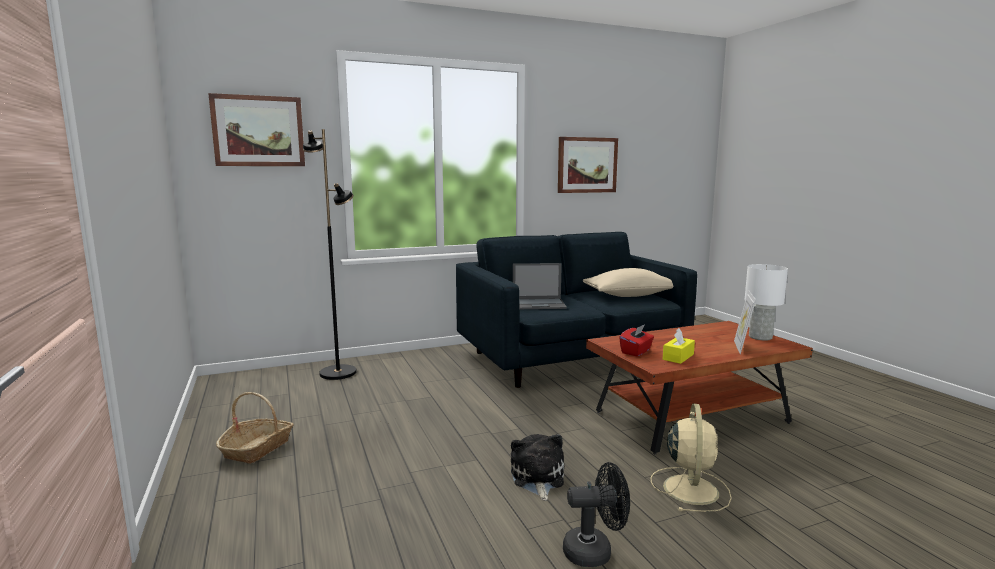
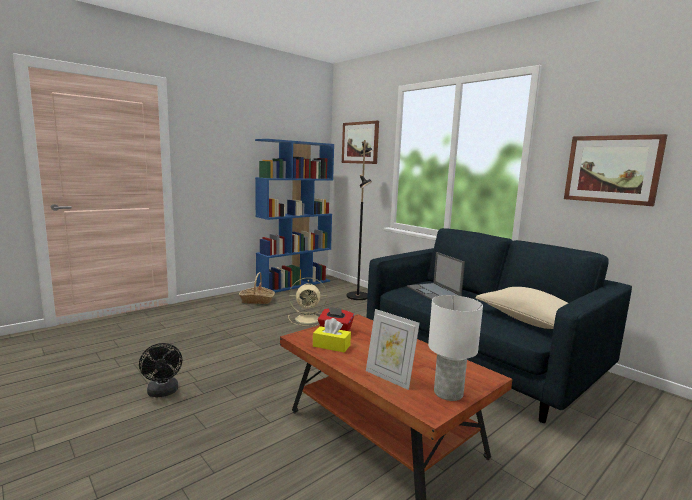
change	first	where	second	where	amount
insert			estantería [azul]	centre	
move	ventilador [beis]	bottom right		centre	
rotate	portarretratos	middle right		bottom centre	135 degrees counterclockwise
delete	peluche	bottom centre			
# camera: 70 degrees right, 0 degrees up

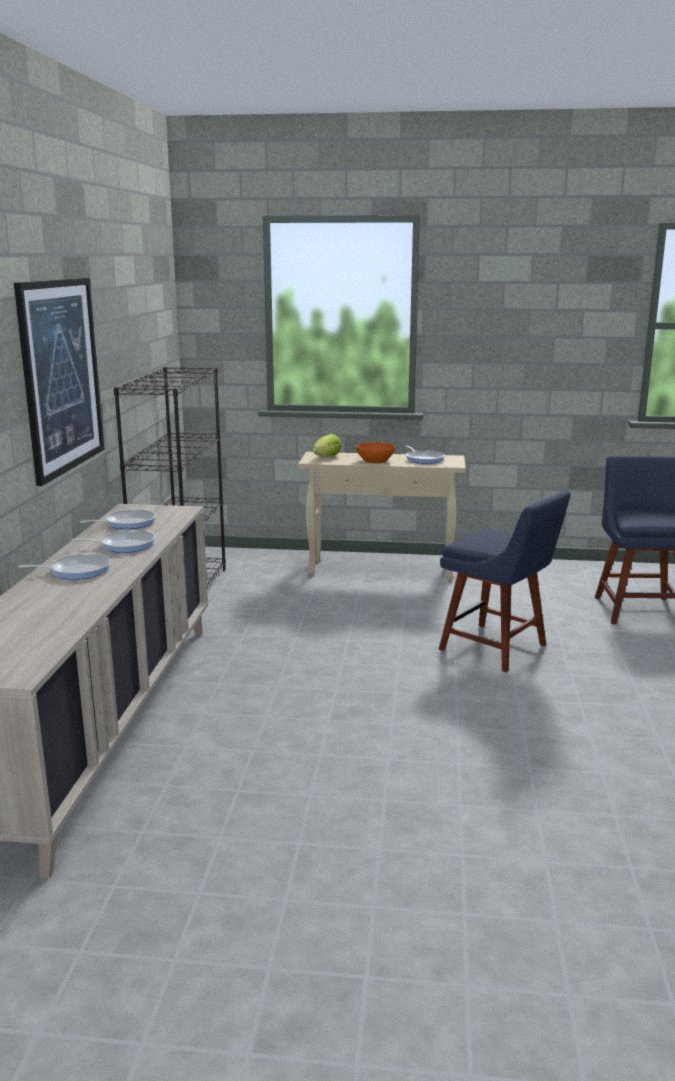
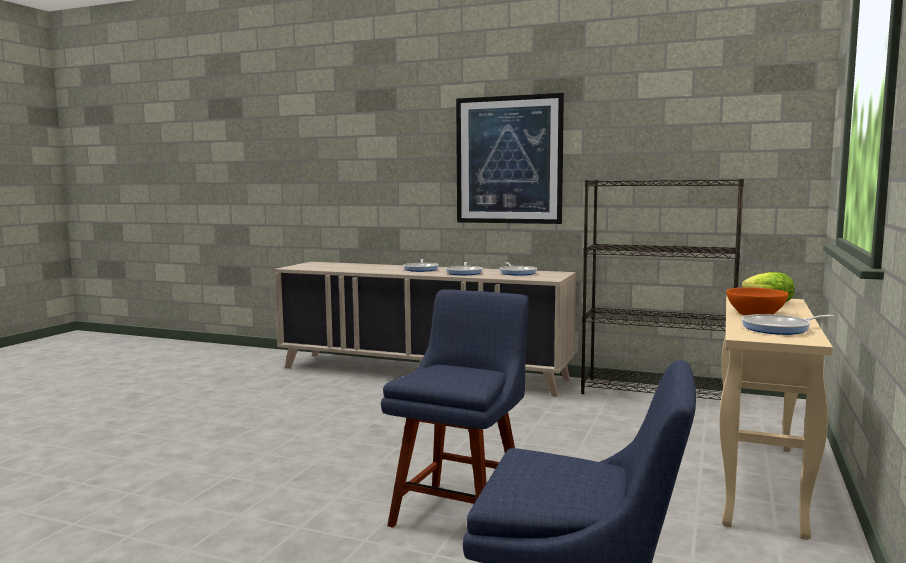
change	first	where	second	where	amount
rotate	silla [azul] (1st from left)	middle right		bottom centre	150 degrees clockwise
# camera: 105 degrees right, 10 degrees down

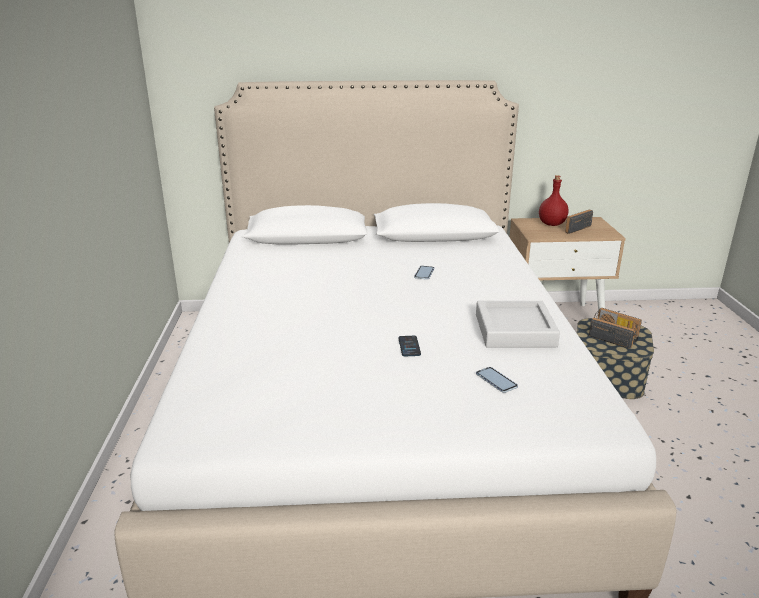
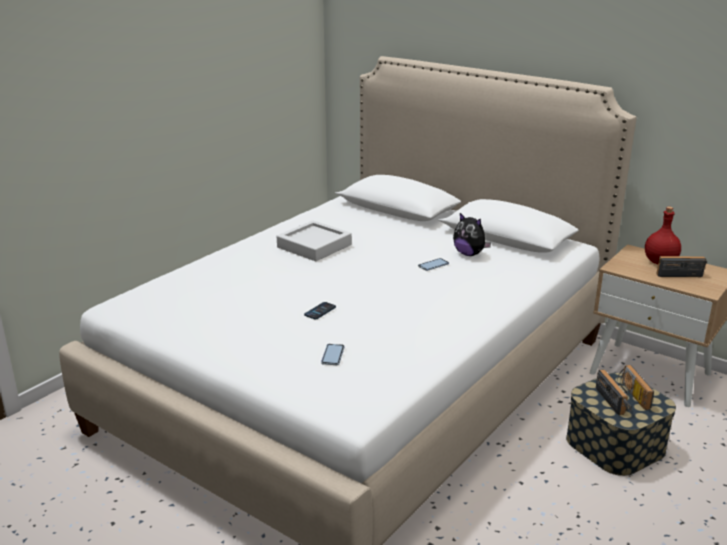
change	first	where	second	where	amount
move	bandeja [gris]	middle right		centre	
insert			peluche	centre	
# camera: 40 degrees right, 0 degrees up

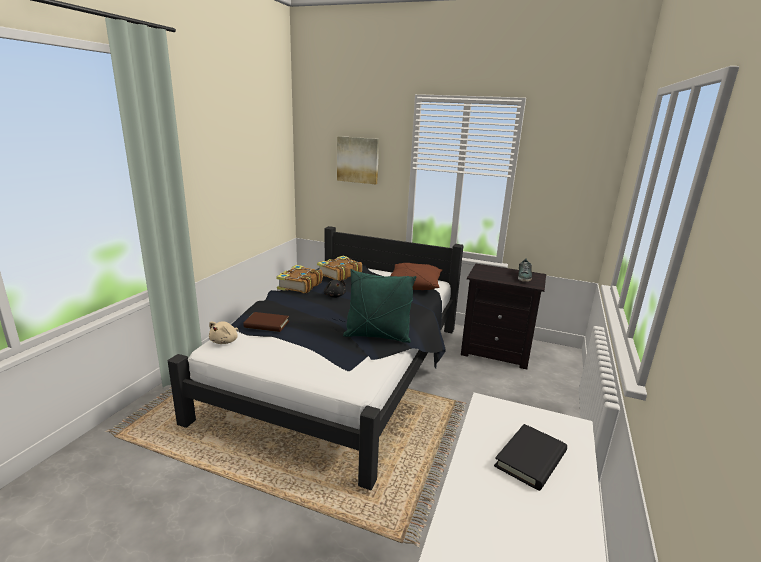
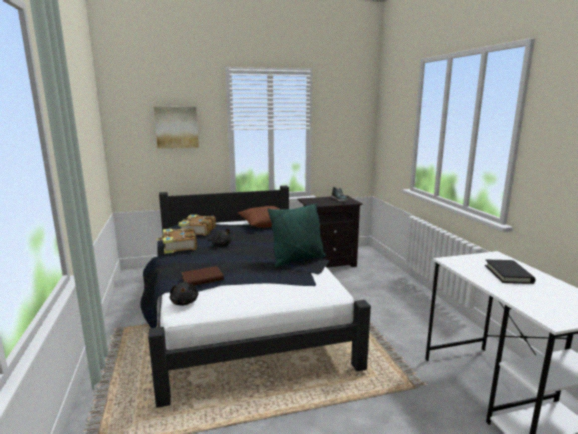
change	first	where	second	where	amount
recolor	peluche [beis]	middle left	peluche [negro] (1st from left)	bottom left	
# camera: 35 degrees left, 5 degrees down

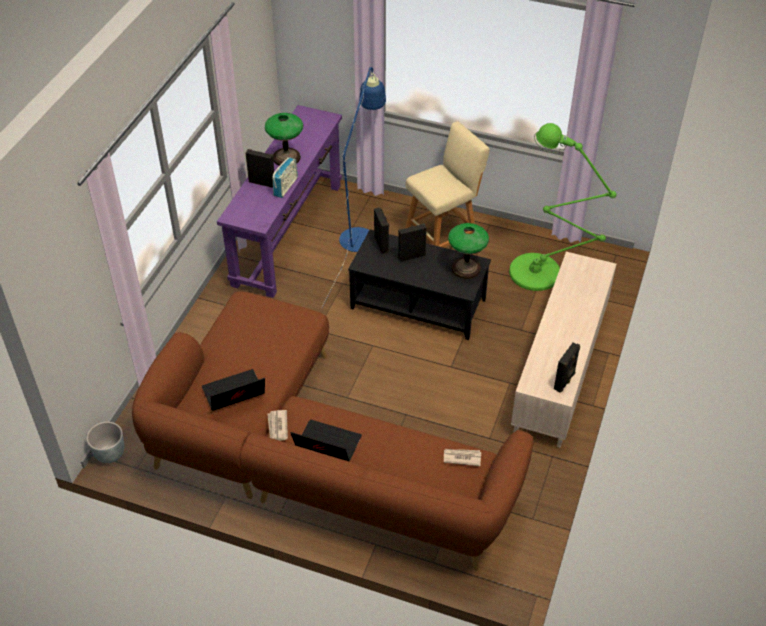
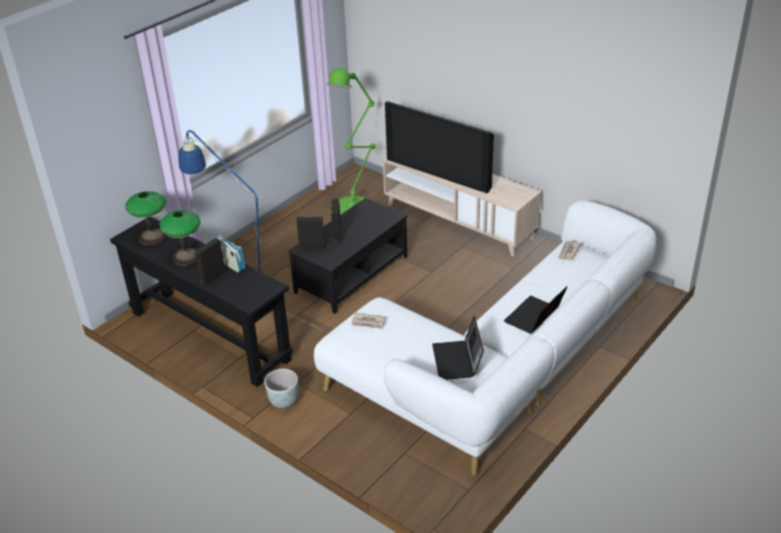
change	first	where	second	where	amount
recolor	mesa consola [morado]	top centre	mesa consola [negro]	middle left	
move	lámpara de mesa (2nd from left in the first image)	centre	lámpara de mesa (1st from left)	middle left	
move	maceta [gris]	bottom left		bottom centre	
recolor	sofá [marrón]	bottom centre	sofá [blanco]	centre	
move	periódico (1st from left)	bottom centre		centre	
insert			televisor	top centre	
delete	taburete [beis]	top centre			
delete	altavoz [negro] (4th from left)	middle right			
# camera: 70 degrees left, 10 degrees down

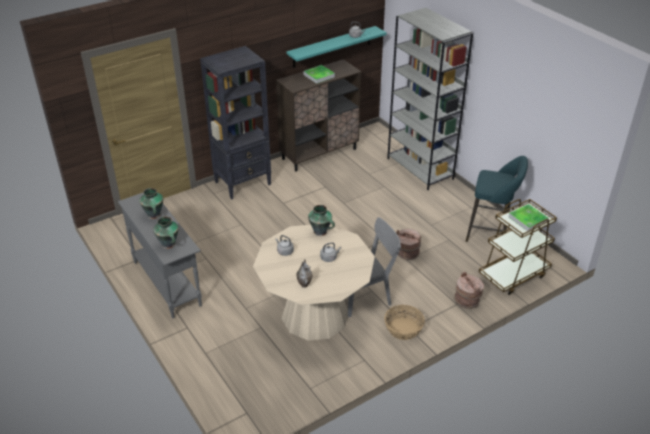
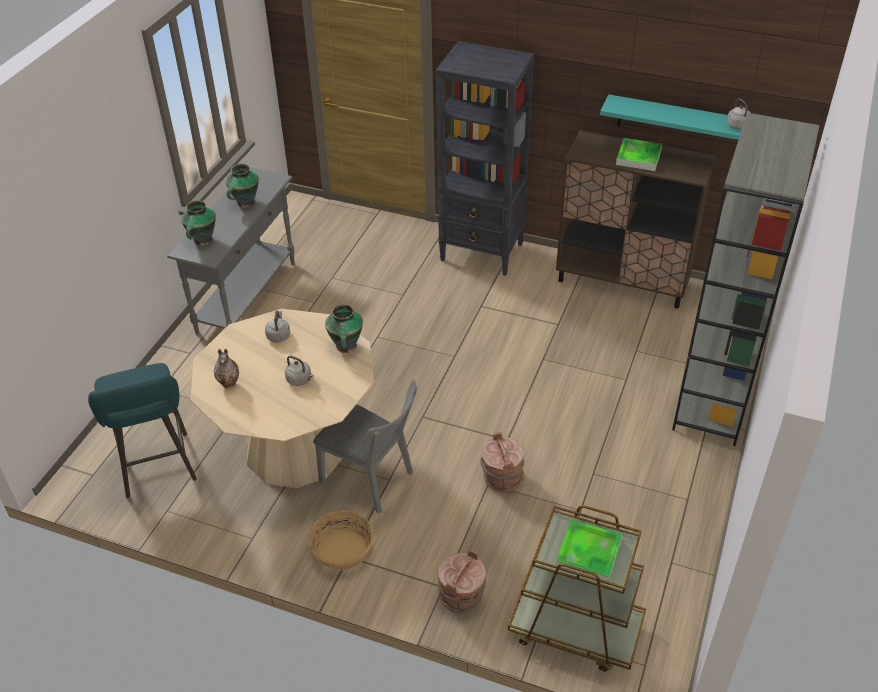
change	first	where	second	where	amount
move	taburete [turquesa]	middle right		middle left	
# camera: 55 degrees right, 5 degrees up

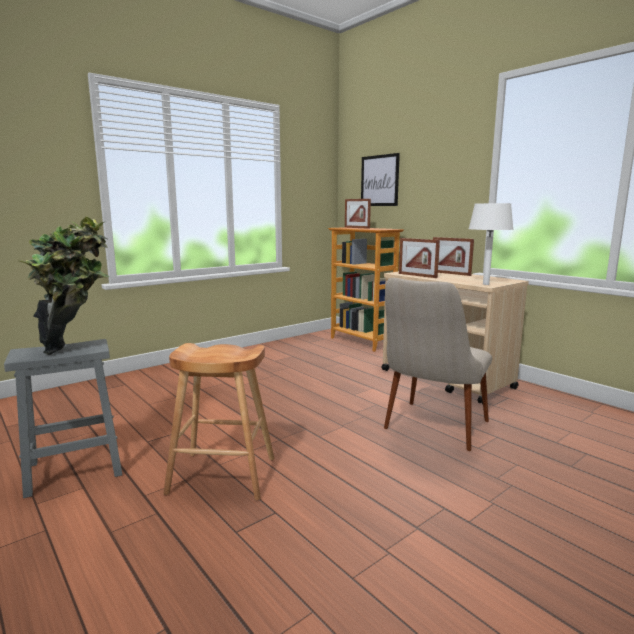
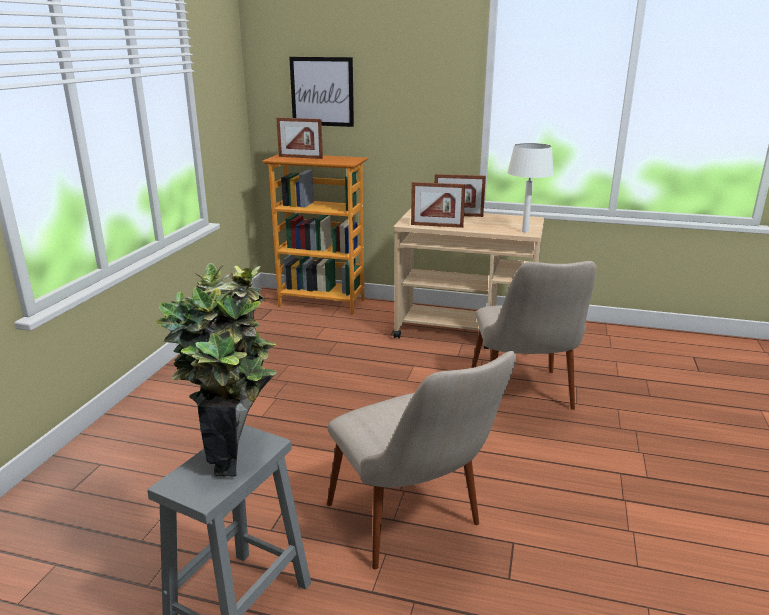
change	first	where	second	where	amount
replace	taburete [marrón]	centre	silla [beis] (1st from left)	bottom centre	
# camera: 35 degrees left, 10 degrees up

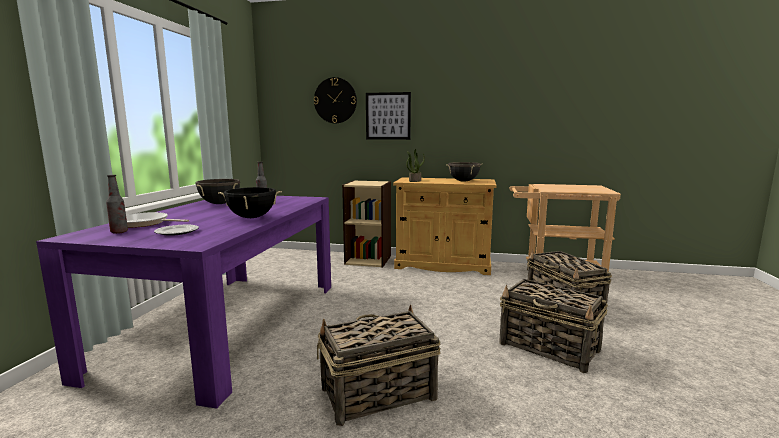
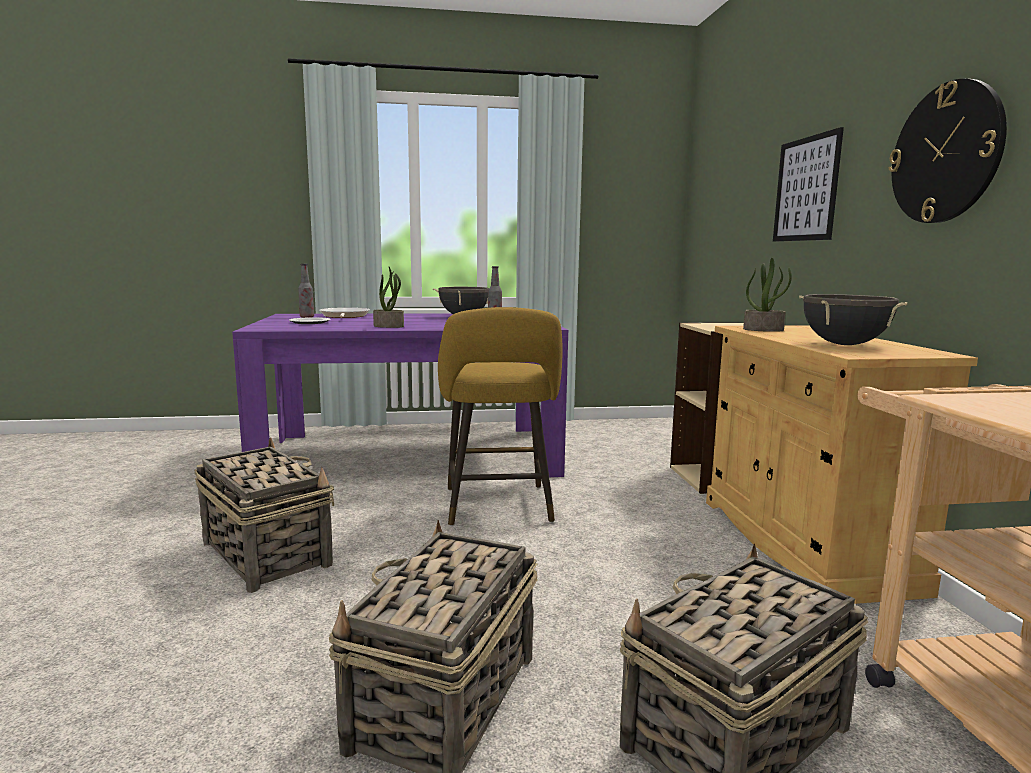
change	first	where	second	where	amount
replace	olla [negro] (2nd from left)	middle left	planta en maceta (1st from left)	centre	
insert			taburete [amarillo]	centre	
move	reloj de pared	top centre		top right	
# camera: 70 degrees right, 0 degrees up

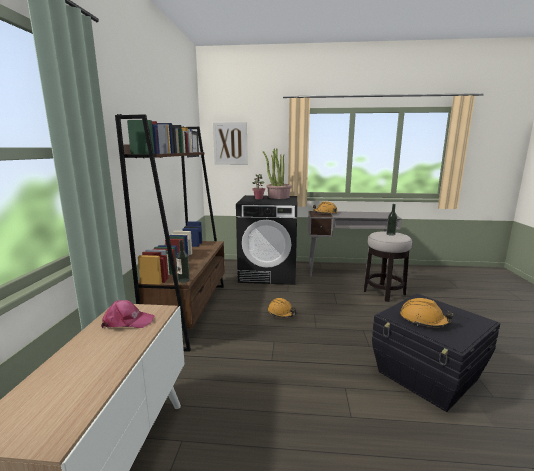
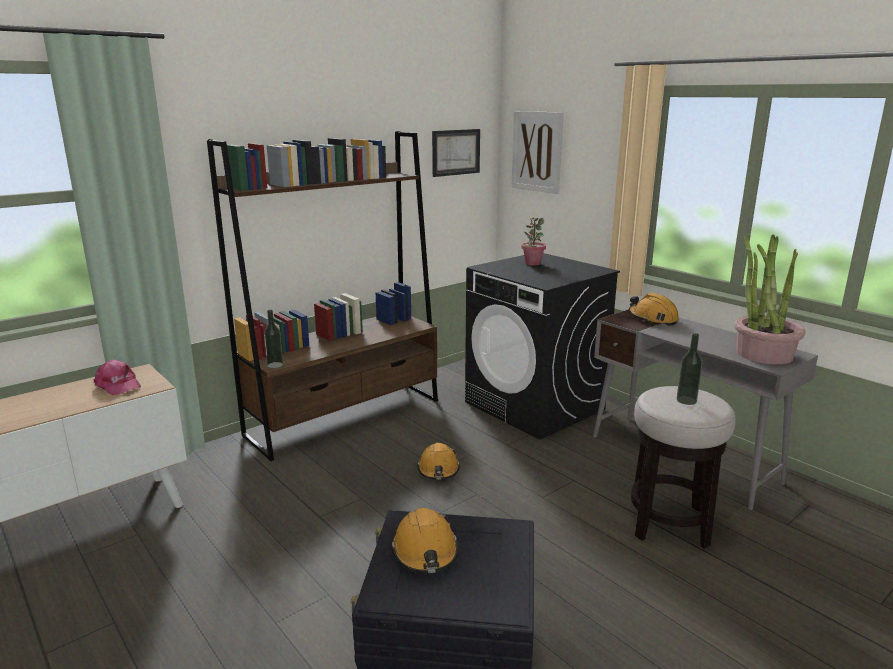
change	first	where	second	where	amount
move	planta en maceta (2nd from left)	centre		middle right	
# camera: 45 degrees right, 5 degrees up

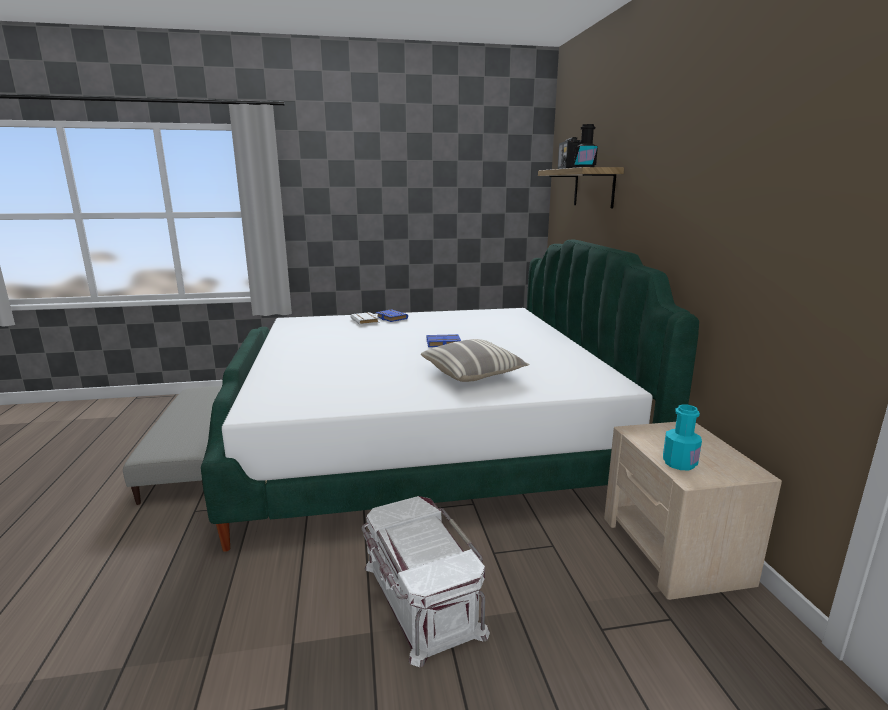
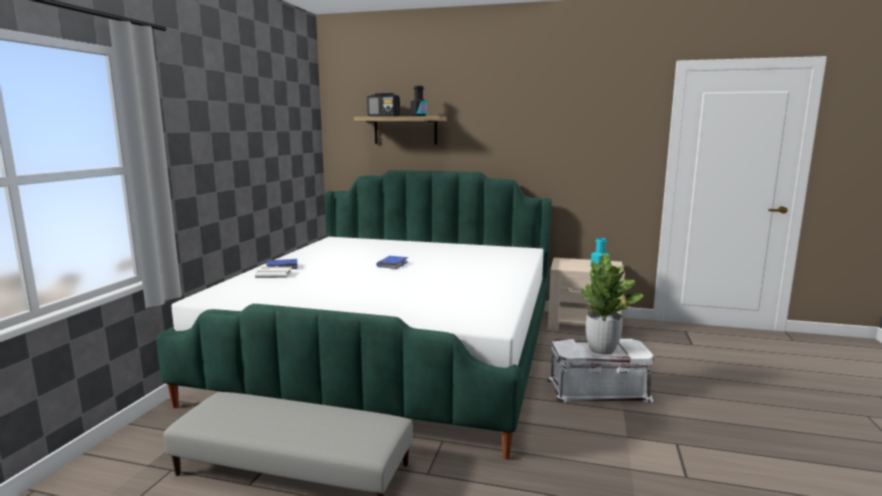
change	first	where	second	where	amount
insert			planta en maceta	middle right	
delete	cojín	centre			
# camera: 65 degrees left, 5 degrees down

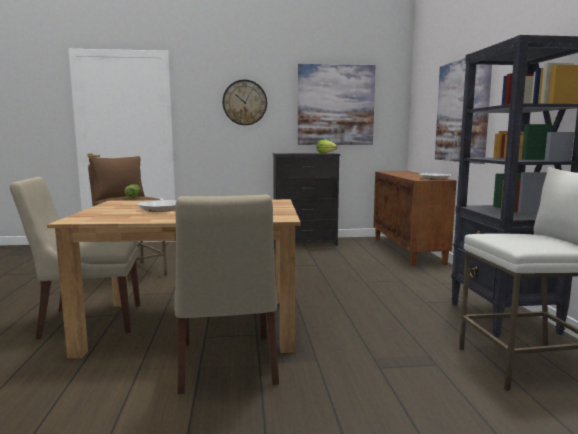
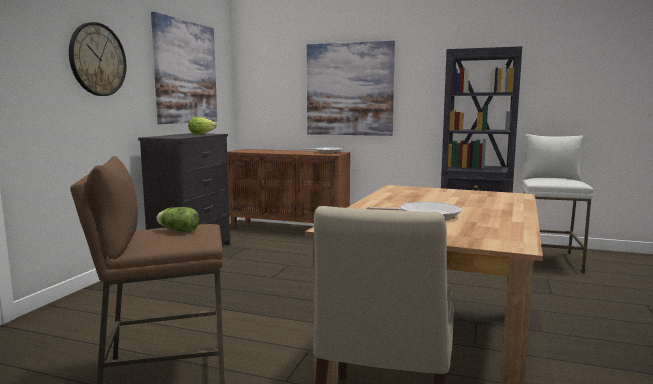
change	first	where	second	where	amount
delete	silla [beis] (2nd from left)	bottom centre			
# camera: 65 degrees left, 0 degrees up

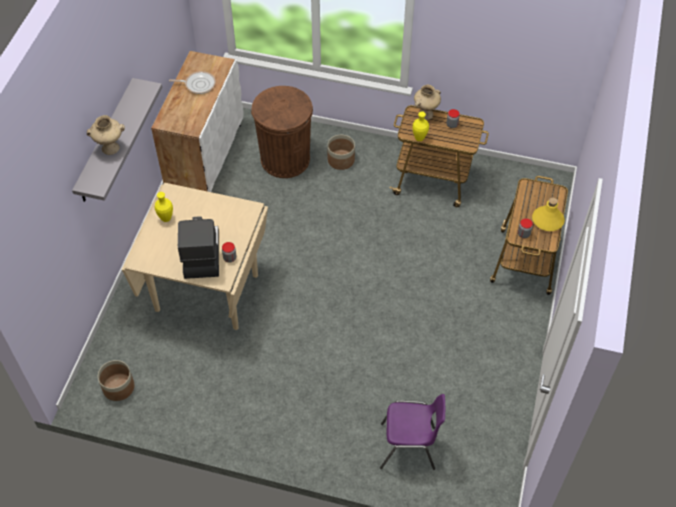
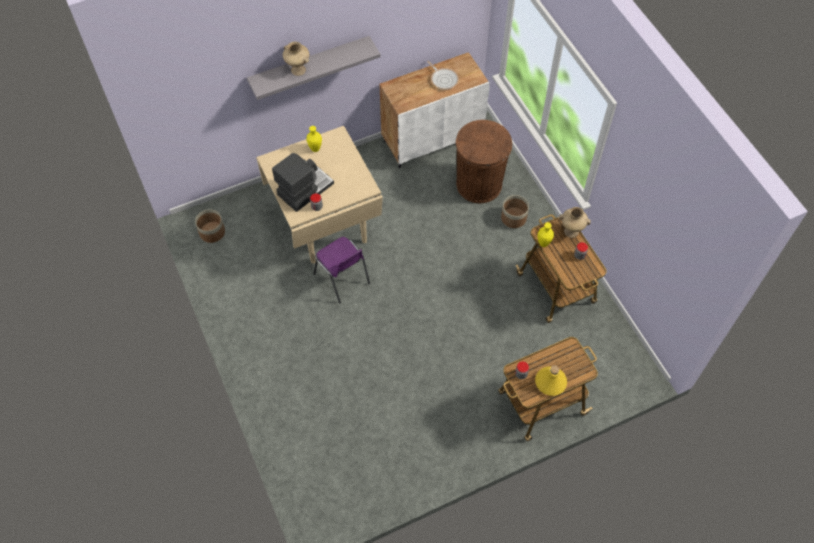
change	first	where	second	where	amount
move	silla [morado]	bottom centre		centre	
# camera: 50 degrees right, 5 degrees up

